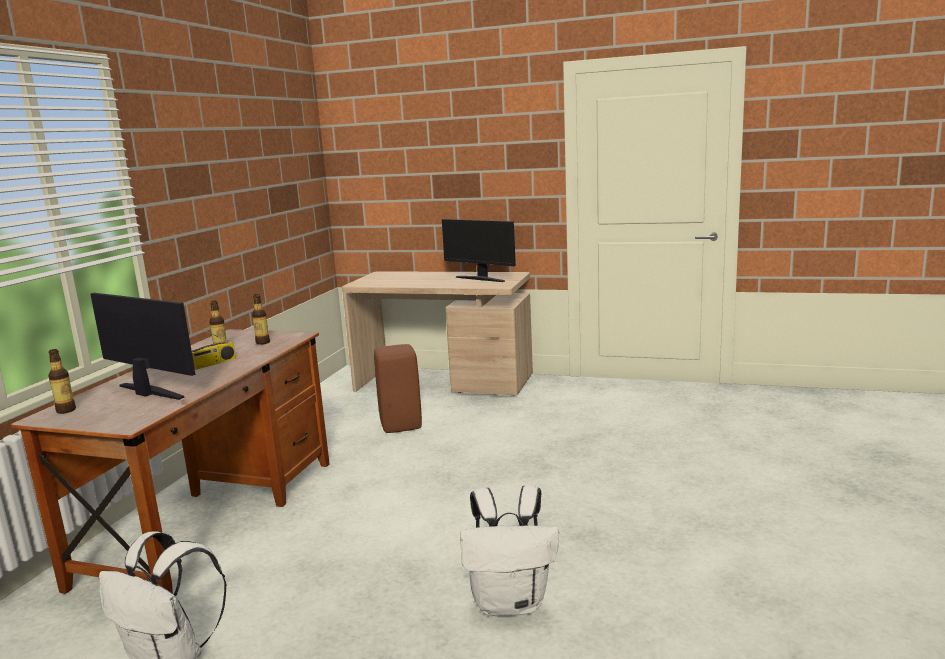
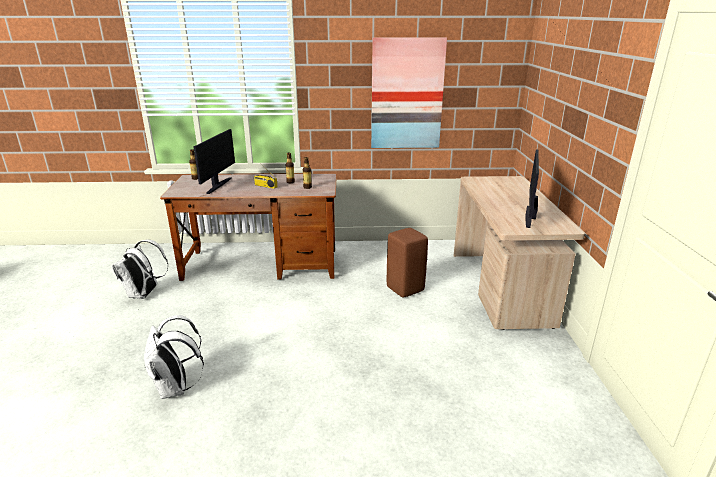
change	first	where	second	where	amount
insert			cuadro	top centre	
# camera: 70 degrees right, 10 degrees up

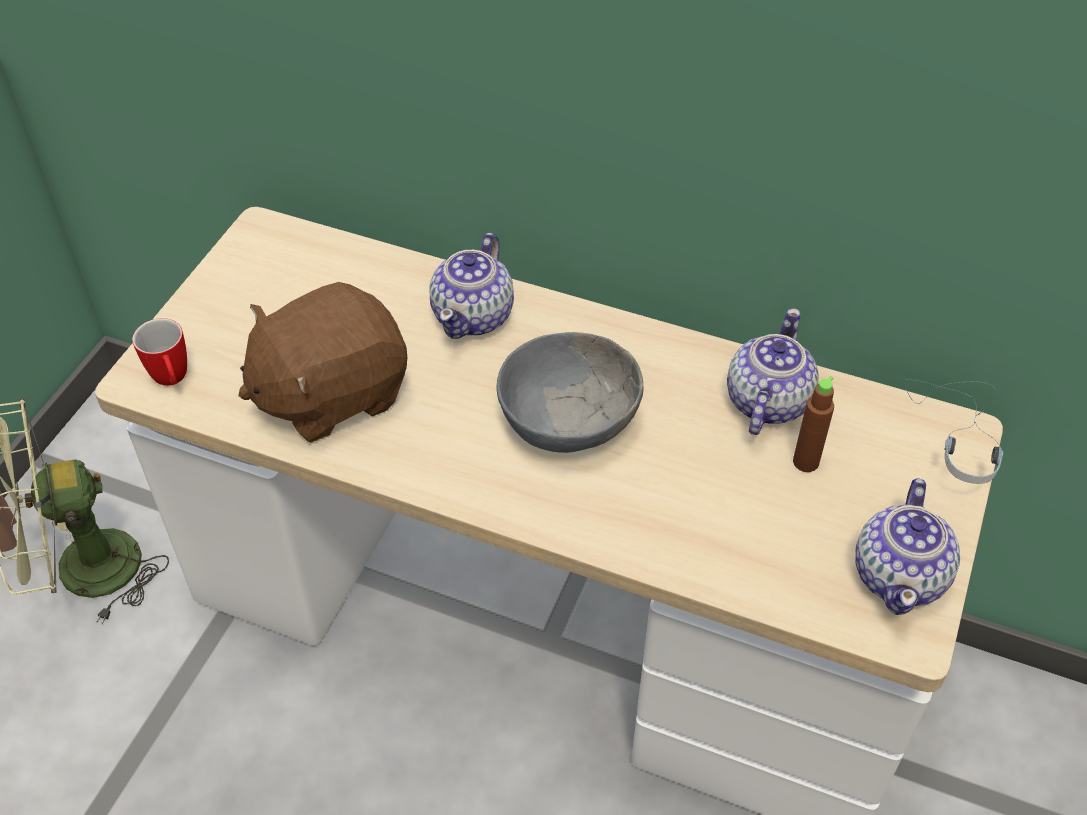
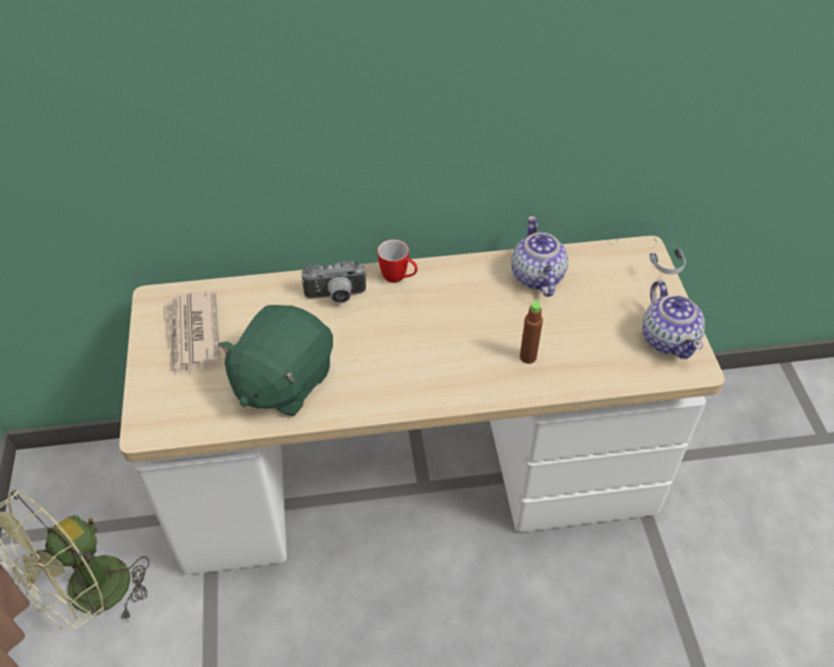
change	first	where	second	where	amount
insert			periódico	middle left	
recolor	peluche [marrón]	middle left	peluche [verde]	middle left	
replace	tetera (1st from left)	centre	cámara	centre	
move	taza grande	middle left		centre	
move	botella [marrón]	middle right		centre	
delete	cuenco [gris]	centre			
# camera: 30 degrees left, 0 degrees up

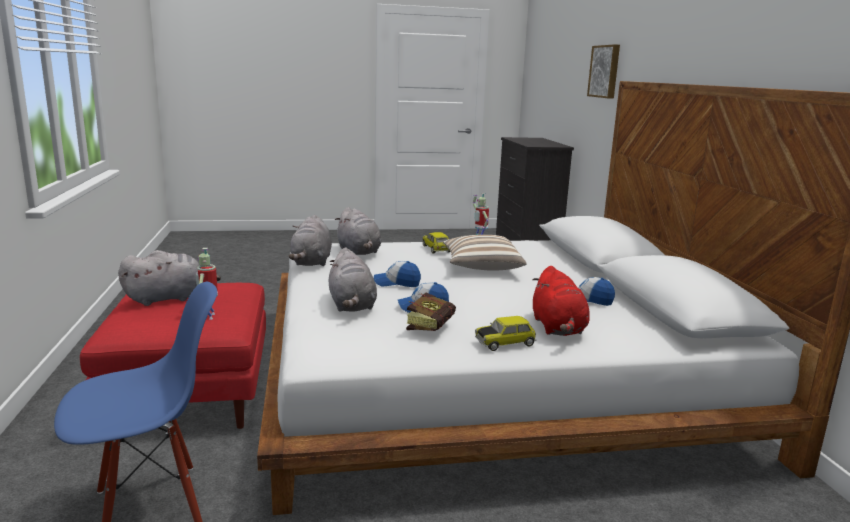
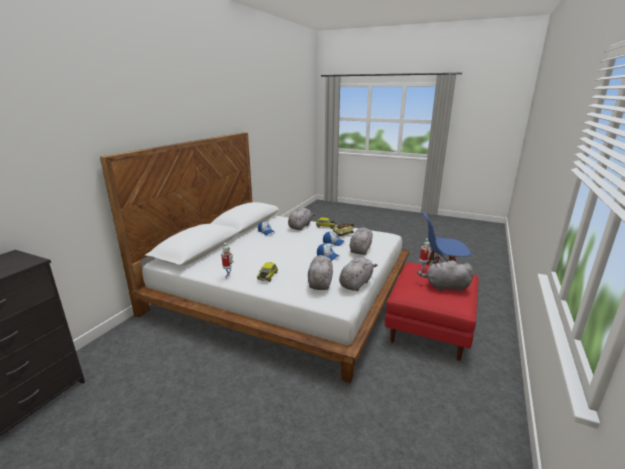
change	first	where	second	where	amount
recolor	peluche [rojo]	centre	peluche [gris] (1st from left)	centre	
delete	cojín	centre			
delete	cuadro	top right			
# camera: 145 degrees left, 5 degrees up

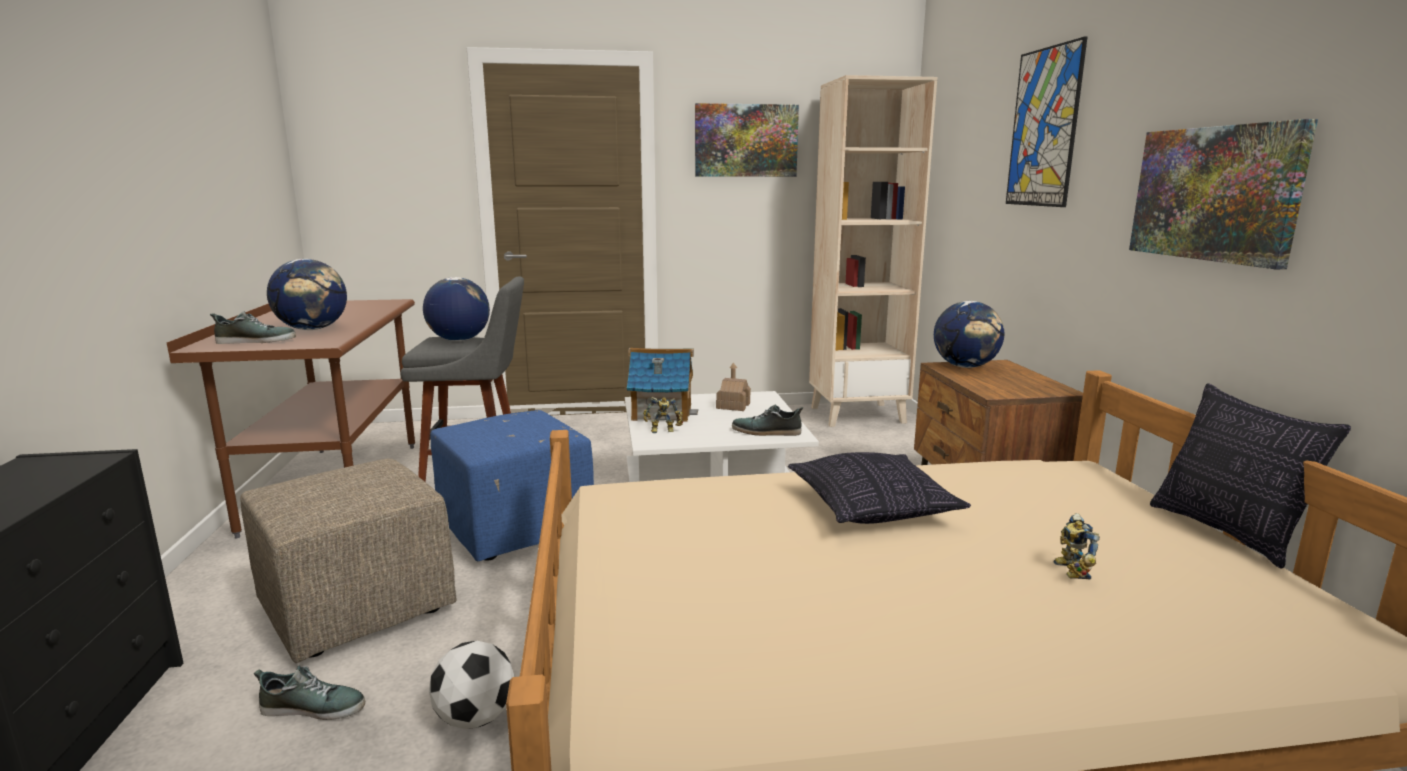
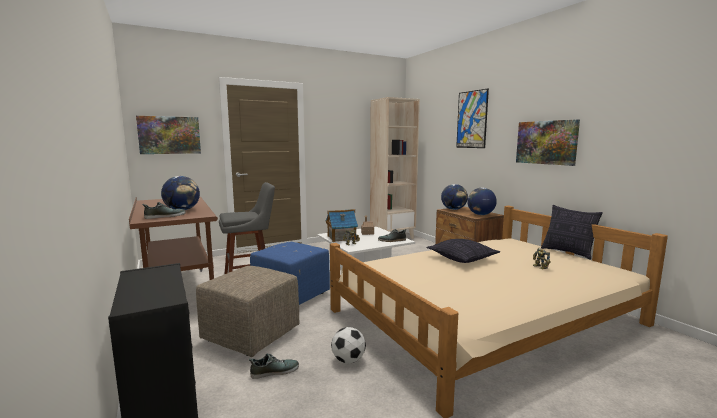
change	first	where	second	where	amount
move	cuadro (1st from left)	top centre		top left	
move	globo terráqueo (2nd from left in the first image)	middle left	globo terráqueo (3rd from left)	middle right	
# camera: 20 degrees left, 5 degrees down

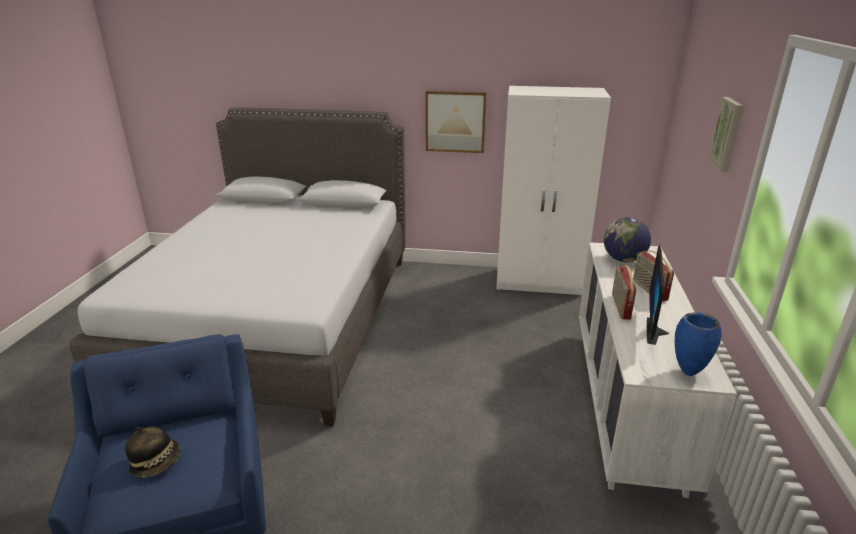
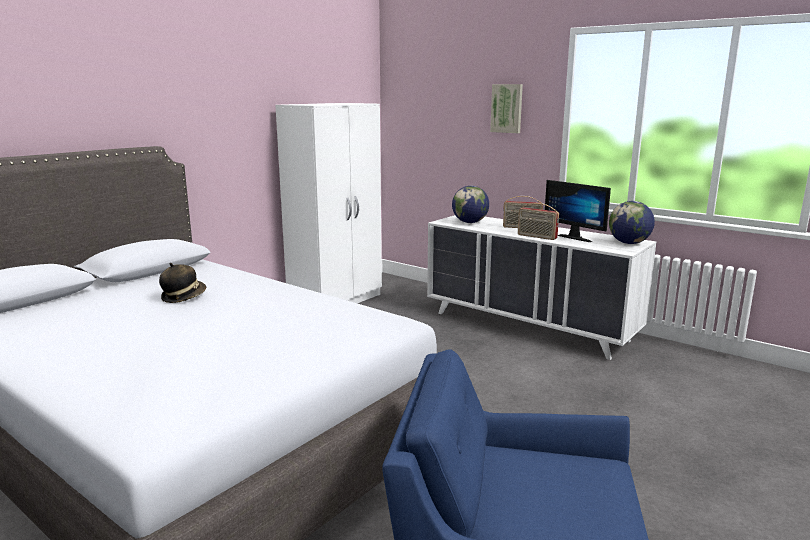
change	first	where	second	where	amount
move	sombrero	bottom left		middle left	
replace	florero [azul]	middle right	globo terráqueo (2nd from left)	middle right	
delete	cuadro (1st from left)	top centre			
# camera: 60 degrees left, 10 degrees down

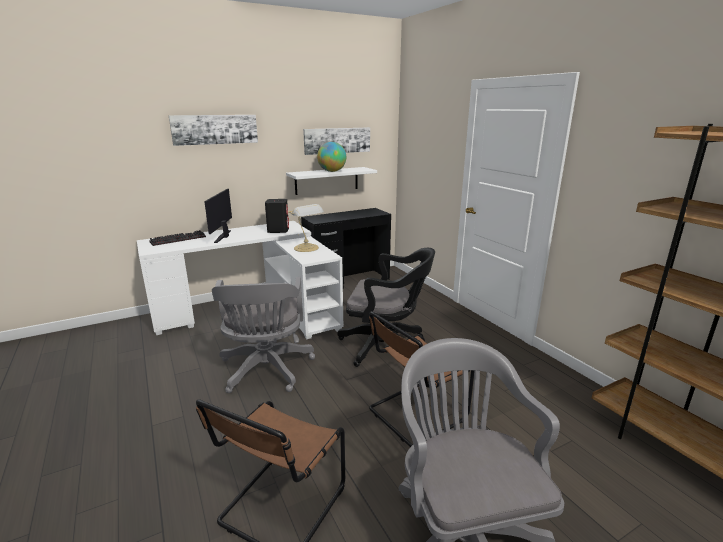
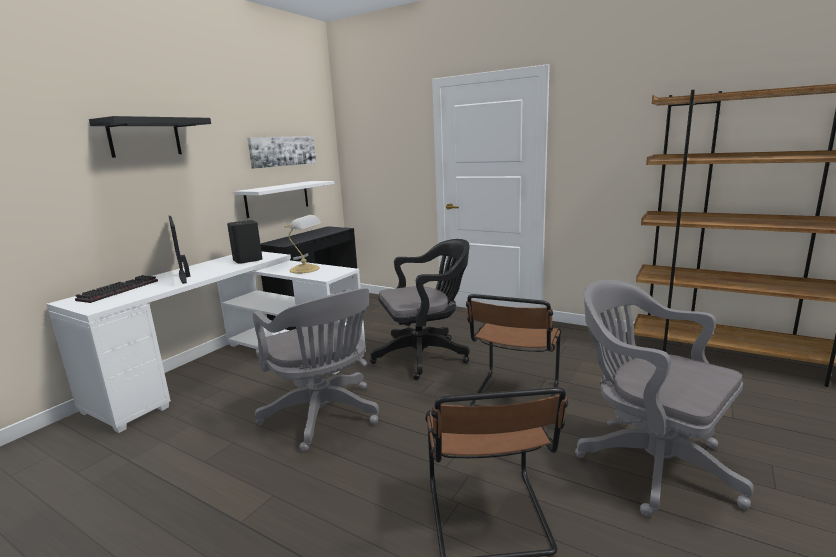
change	first	where	second	where	amount
replace	cuadro (1st from left)	top left	estante [negro]	top left	
delete	globo terráqueo	top centre			
# camera: 30 degrees left, 5 degrees down

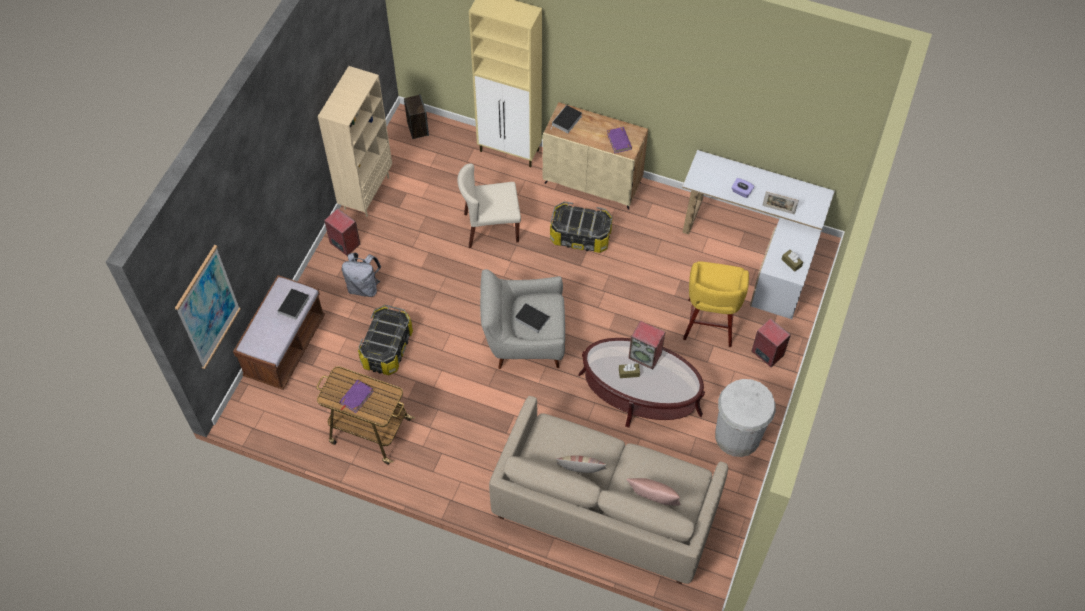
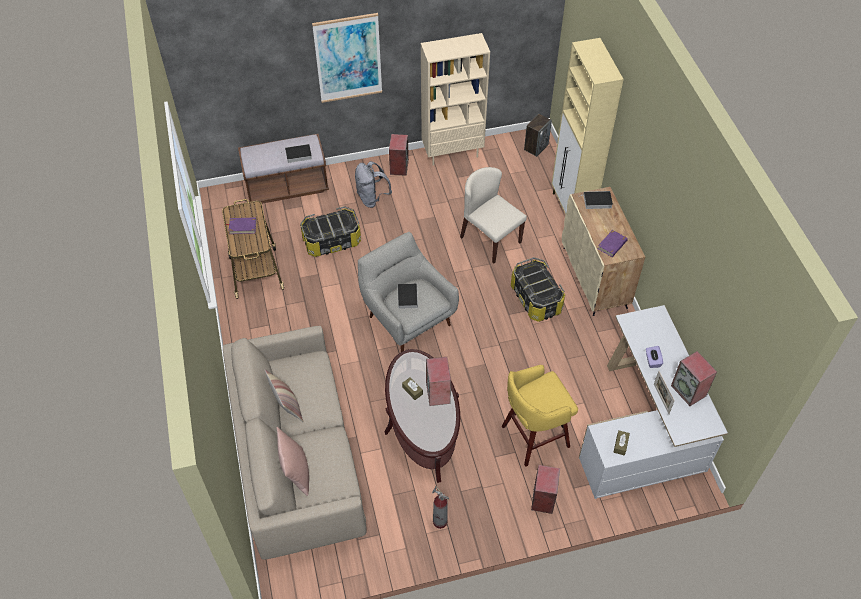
change	first	where	second	where	amount
move	cuadro	middle left		top centre	
replace	papelera [blanco]	bottom right	extintor	bottom centre	
insert			altavoz (5th from left)	middle right	
# camera: 55 degrees right, 5 degrees down

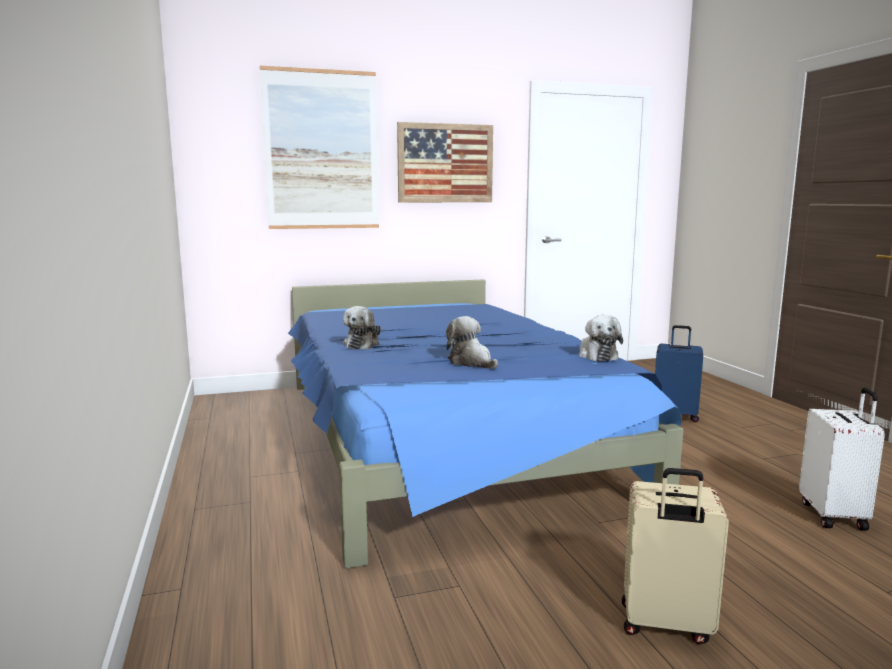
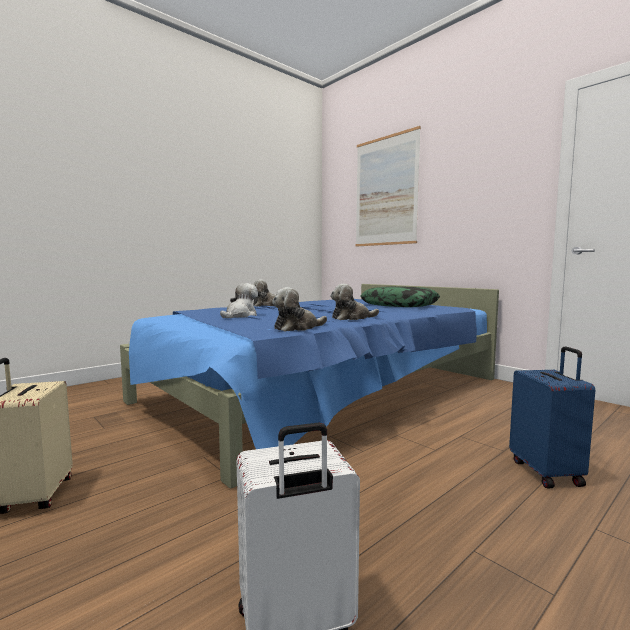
change	first	where	second	where	amount
insert			peluche (4th from left)	centre	
insert			cojín	centre	
delete	cuadro (2nd from left)	top centre			
# camera: 65 degrees right, 5 degrees down

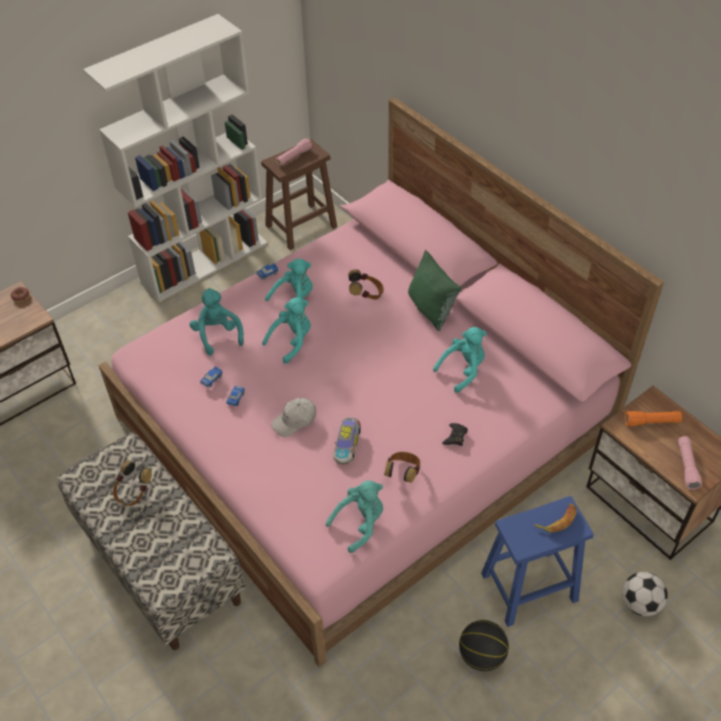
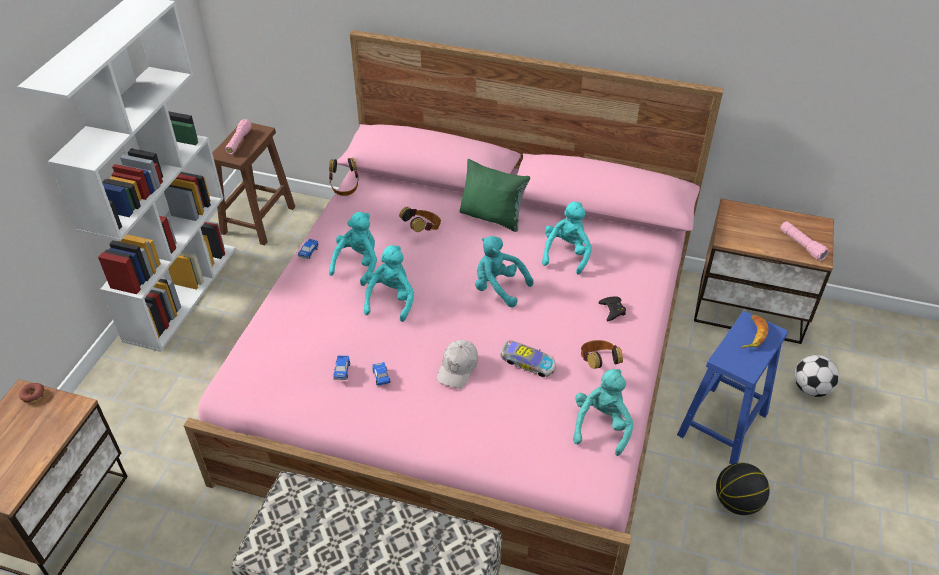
change	first	where	second	where	amount
move	auriculares (1st from left)	bottom left		top centre	
move	peluche [turquesa] (1st from left in the first image)	middle left	peluche [turquesa] (3rd from left)	centre	
rotate	coche de juguete (4th from left)	centre		centre	45 degrees counterclockwise
delete	linterna [naranja]	middle right			
# camera: 35 degrees left, 5 degrees down

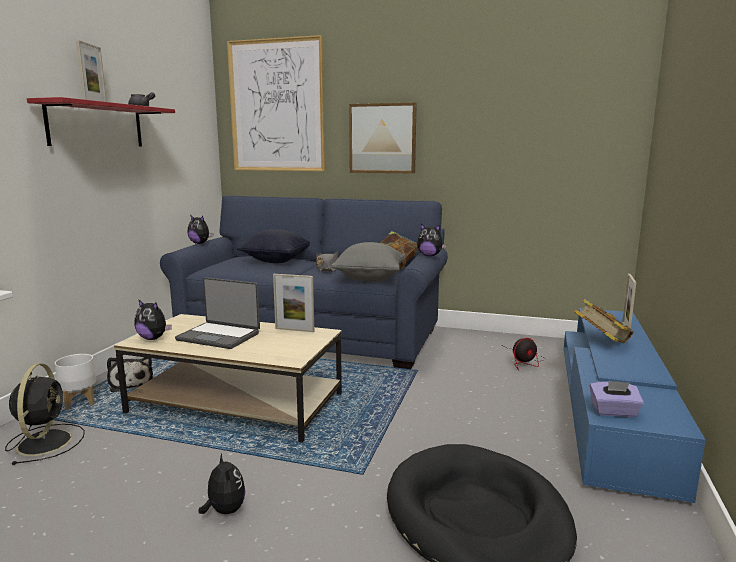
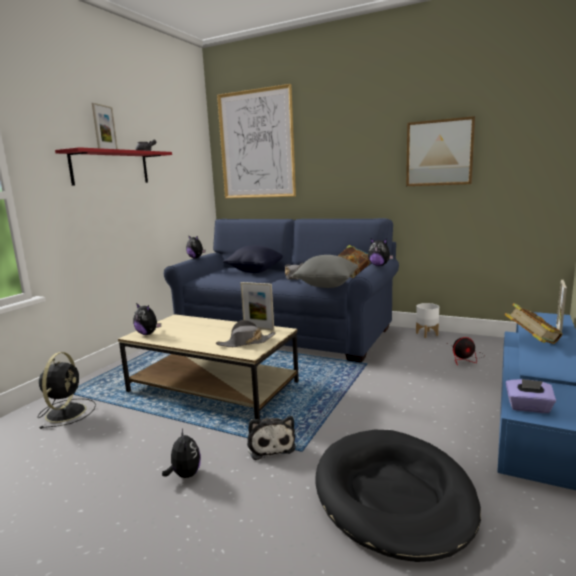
change	first	where	second	where	amount
insert			sombrero [gris] (1st from left)	centre	
move	peluche (1st from left in the first image)	middle left	peluche (4th from left)	bottom centre	
move	cuadro (2nd from left)	top centre		top right	
move	maceta [blanco]	bottom left		middle right	
delete	portátil	middle left			
# camera: 10 degrees right, 0 degrees up

